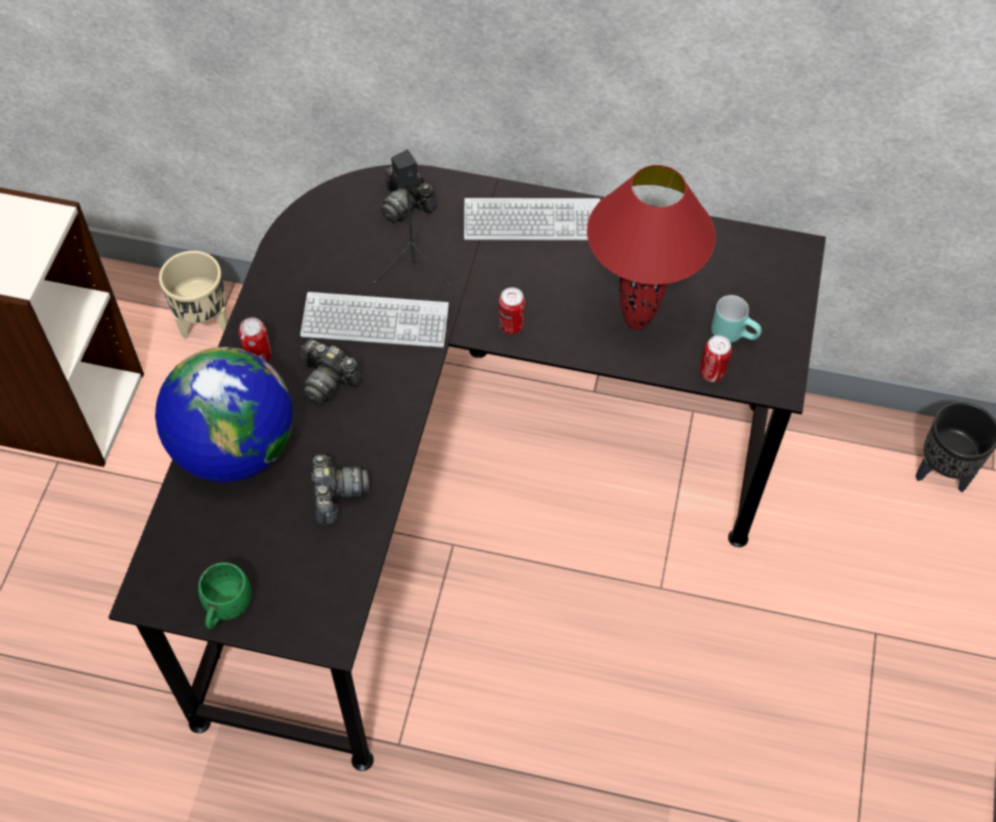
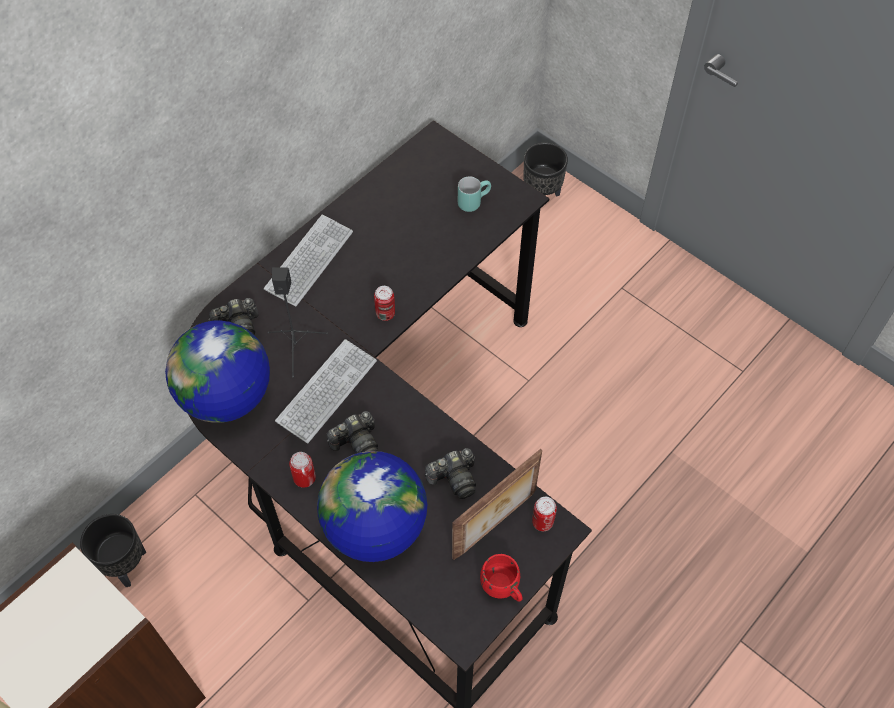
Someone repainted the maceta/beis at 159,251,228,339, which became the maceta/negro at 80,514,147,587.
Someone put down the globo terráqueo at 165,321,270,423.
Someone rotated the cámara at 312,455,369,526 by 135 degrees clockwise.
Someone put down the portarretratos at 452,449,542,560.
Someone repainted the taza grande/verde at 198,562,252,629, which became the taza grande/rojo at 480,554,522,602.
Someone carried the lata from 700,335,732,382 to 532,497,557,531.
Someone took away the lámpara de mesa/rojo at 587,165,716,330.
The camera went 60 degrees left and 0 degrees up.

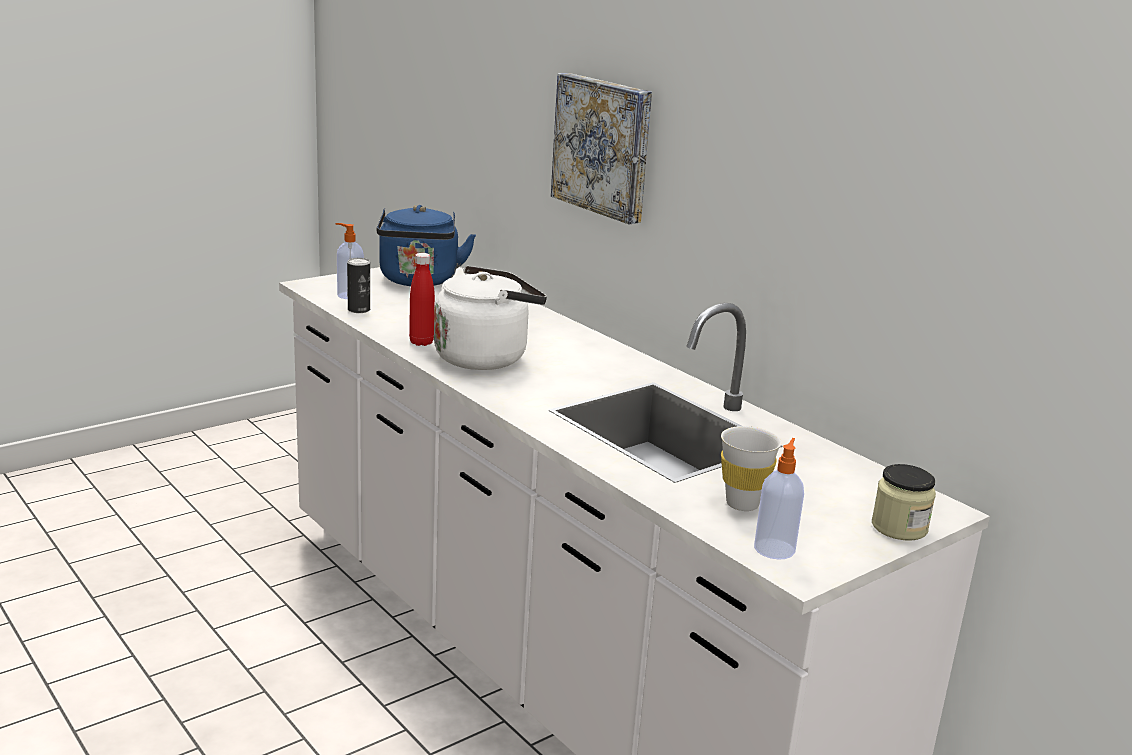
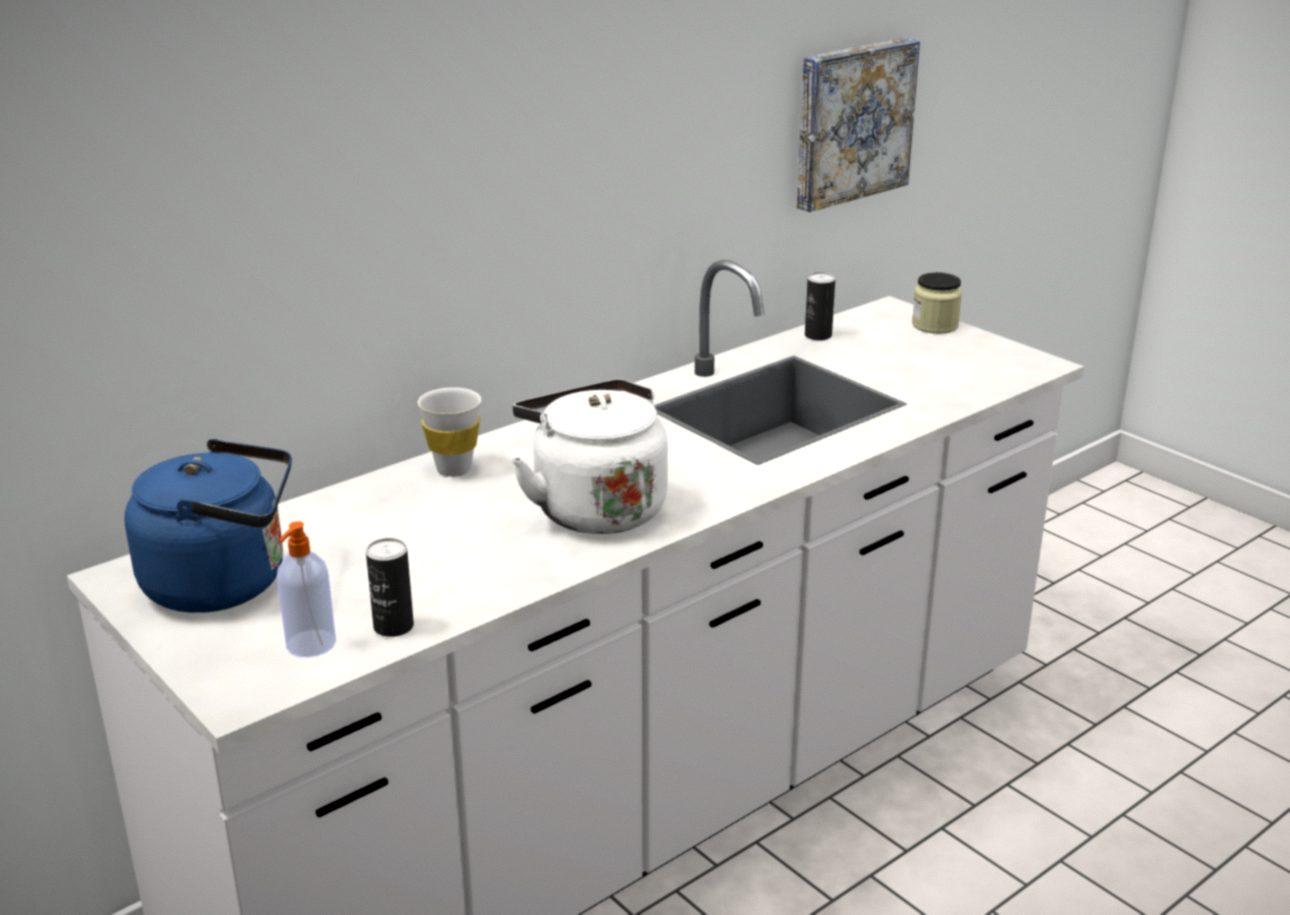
Someone carried the taza/blanco from 721,426,781,511 to 418,387,481,477.
Someone carried the cuadro from 551,73,652,224 to 797,38,920,212.
Someone put down the lata at 805,272,835,341.
Someone took away the botella/rojo at 409,253,435,346.
Someone took away the dispensador de jabón at 754,438,804,560.
The camera went 90 degrees left and 5 degrees up.

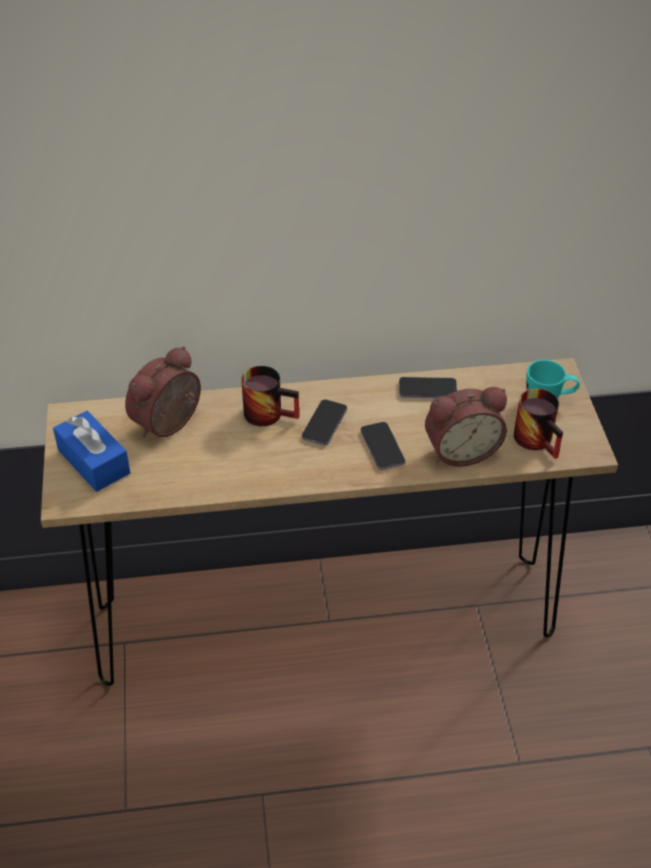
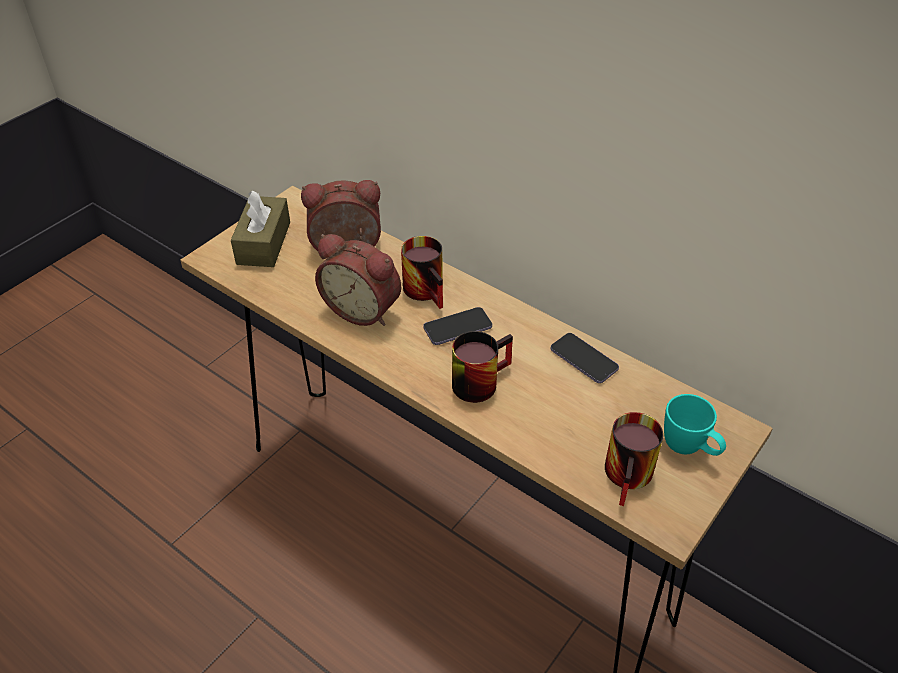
Someone repainted the caja de pañuelos/azul at 53,411,130,492, which became the caja de pañuelos/marrón at 231,191,290,267.
Someone carried the despertador from 425,387,507,467 to 315,234,401,326.
Someone swapped the móvil at 361,422,405,470 for the taza grande at 452,331,513,403.
The camera went 45 degrees right and 0 degrees up.

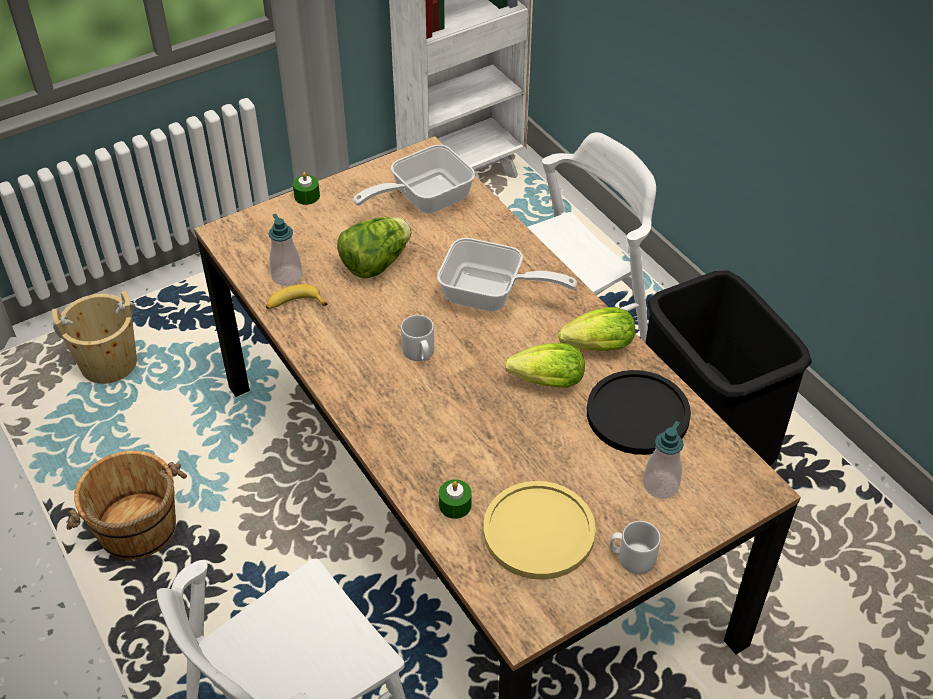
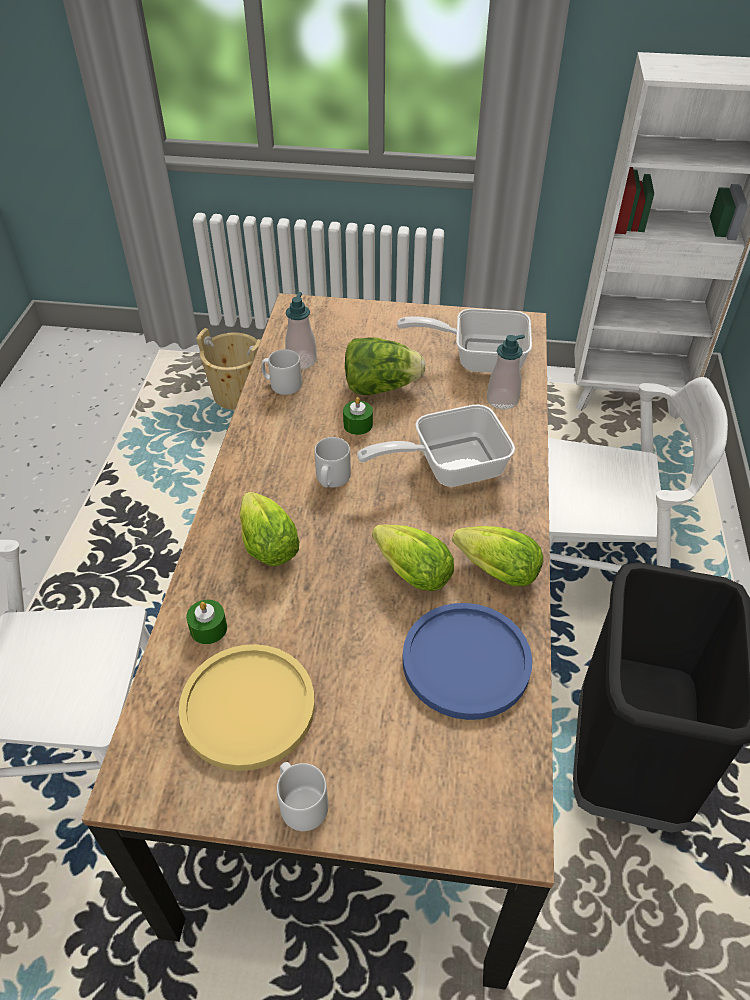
Someone put down the lechuga at 239,492,299,566.
Someone swapped the plátano at 266,284,328,309 for the taza grande/gris at 261,349,302,395.
Someone carried the vela/verde from 293,172,320,205 to 343,397,373,435.
Someone rotated the sartén at 437,238,577,311 by 105 degrees clockwise.
Someone repainted the plato/negro at 587,370,691,455, which became the plato/azul at 402,603,532,720.
Someone carried the dispensador de jabón from 643,421,684,499 to 487,335,525,410.
Someone took away the cubo/marrón at 66,451,187,560.
The camera went 40 degrees right and 0 degrees up.

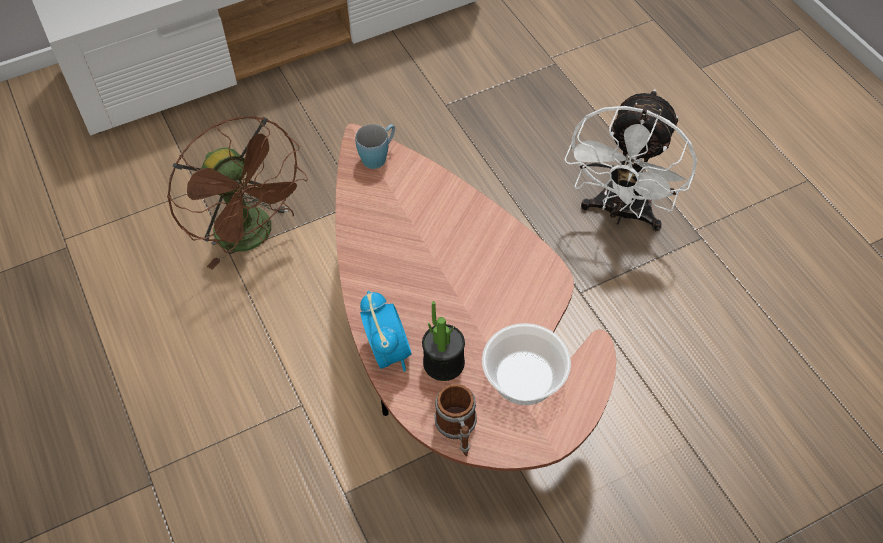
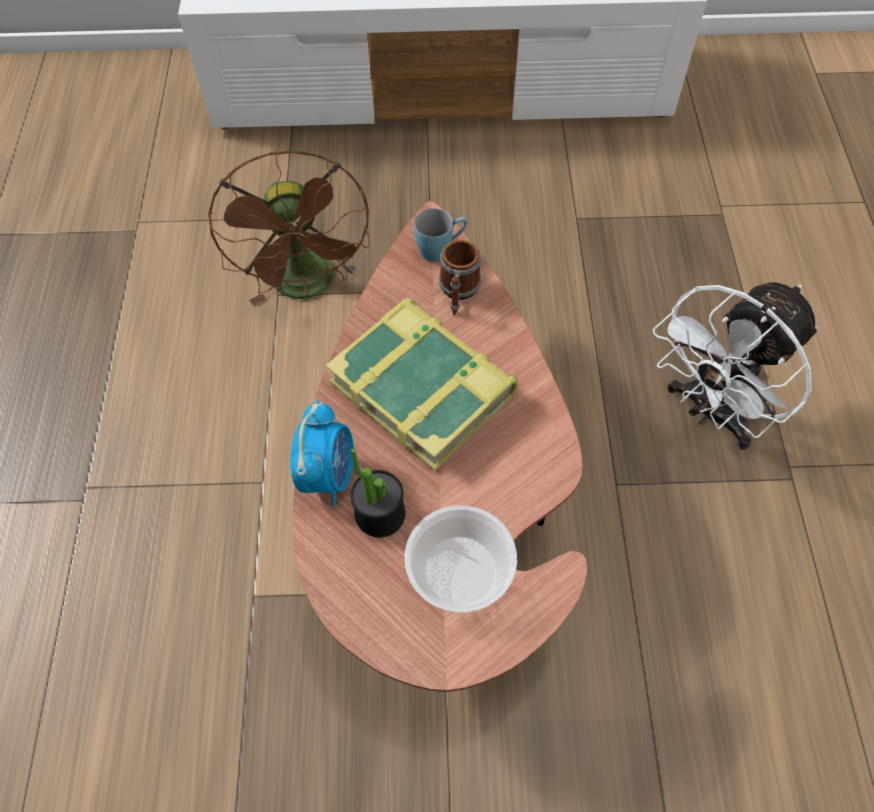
Someone put down the libro at 325,298,518,471.
Someone carried the taza grande from 434,384,477,456 to 439,240,481,315.
The camera went 25 degrees right and 5 degrees up.

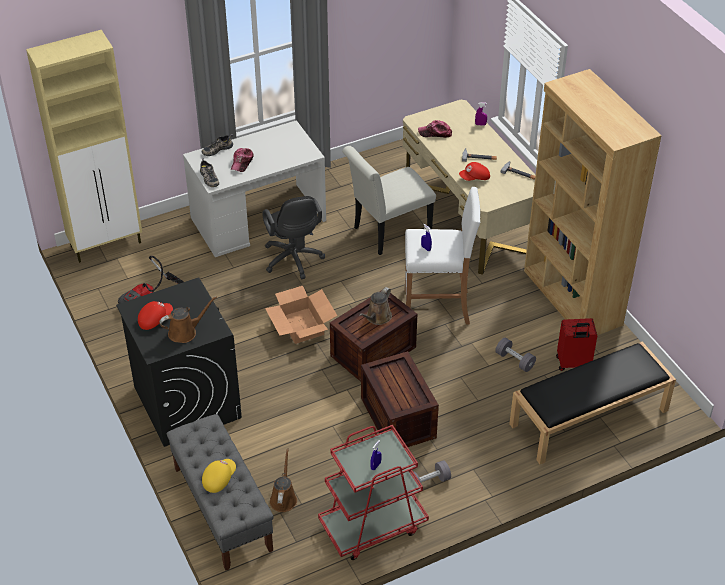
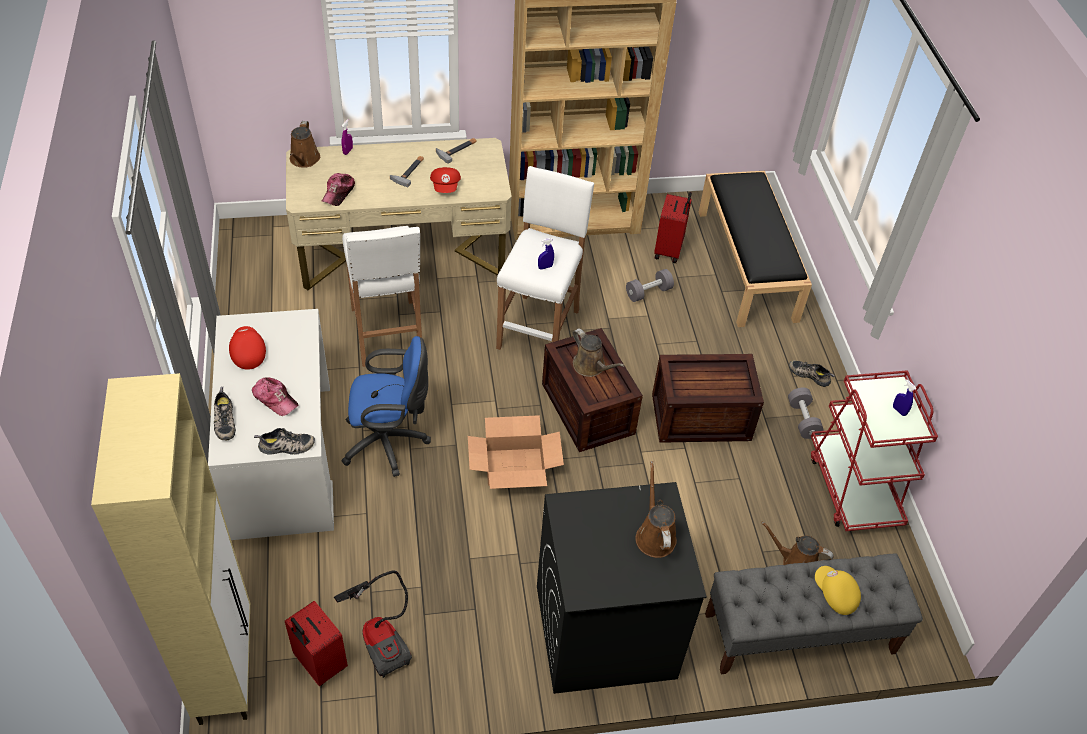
Someone carried the gorra/rojo from 138,301,173,330 to 229,326,266,370.
Someone put down the maleta/rojo at 285,601,348,686.
Someone put down the regadera/marrón at 290,121,320,168.
Someone swapped the silla/blanco at 342,146,436,255 for the taburete/blanco at 342,226,422,367.
Someone repainted the silla de oficina/negro at 262,196,325,279, which became the silla de oficina/azul at 342,336,431,477.
Someone put down the zapato at 789,360,835,387.
The camera went 75 degrees left and 5 degrees up.

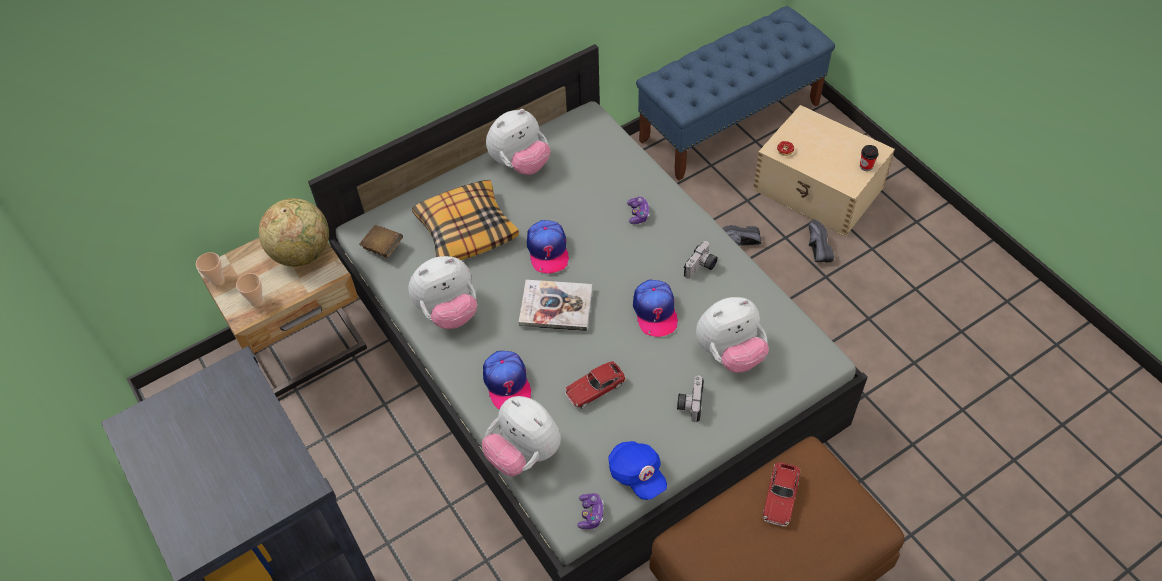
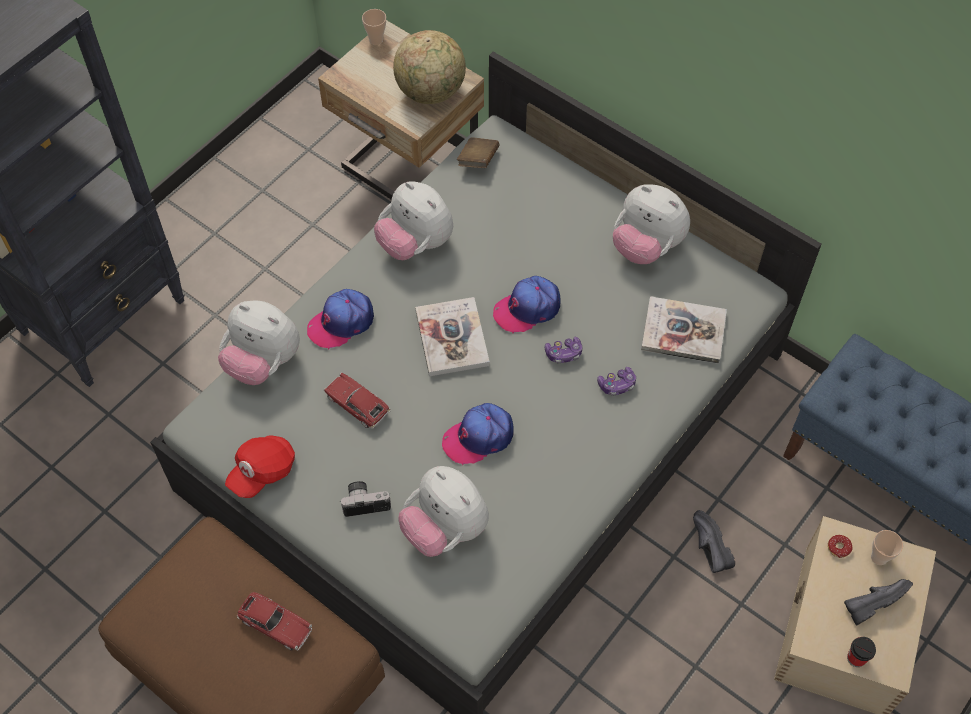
Someone rotated the peluche at 482,396,561,477 by 90 degrees counterclockwise.
Someone repainted the gorra/azul at 609,441,667,500, which became the gorra/rojo at 225,435,295,498.
Someone rotated the coche de juguete at 763,462,800,527 by 150 degrees counterclockwise.
Someone carried the mando de consola from 577,493,604,529 to 545,337,582,364.
Someone put down the libro at 641,296,727,364.
Someone carried the zapato/negro from 809,219,834,263 to 844,579,913,625.
Someone carried the taza from 236,273,264,307 to 871,530,903,565.
Someone took away the cojín at 412,180,519,260.
Someone took away the cámara at 684,241,718,279.
The camera went 70 degrees right and 5 degrees up.

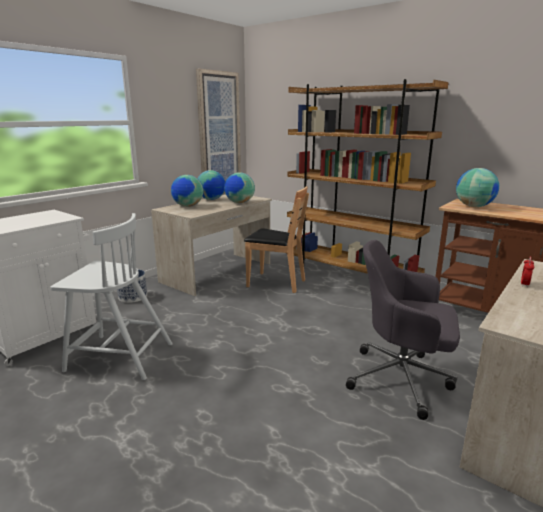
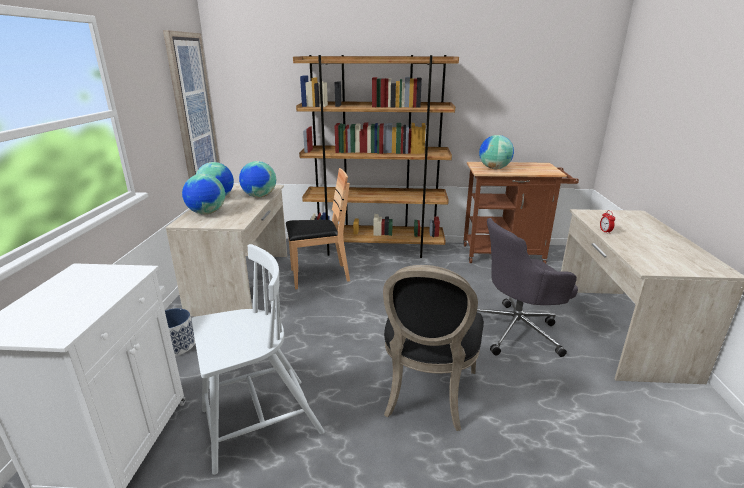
Someone put down the silla/negro at 383,265,484,431.
The camera went 35 degrees left and 5 degrees up.

